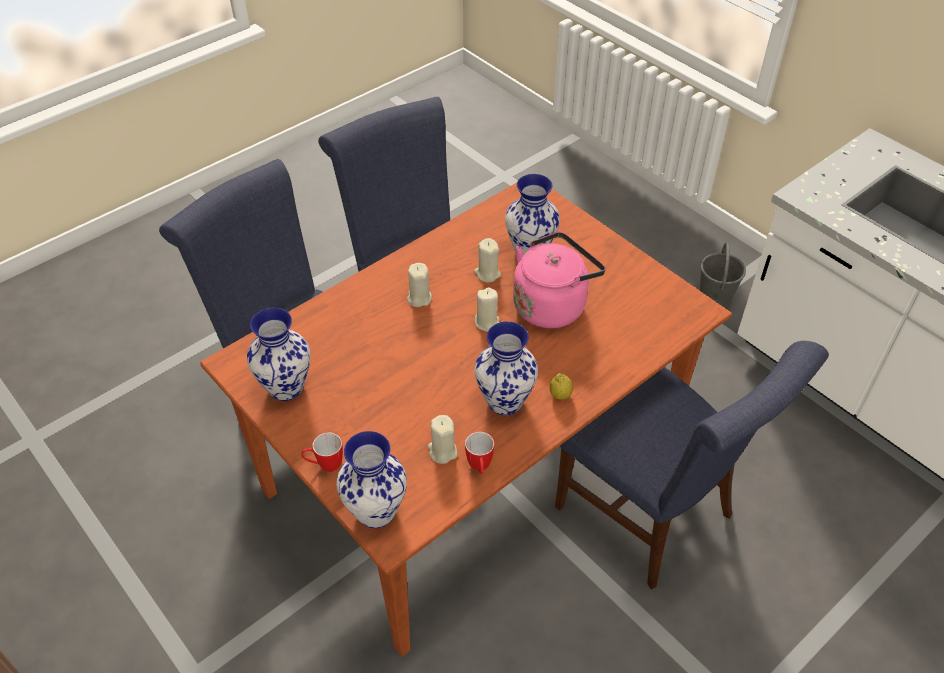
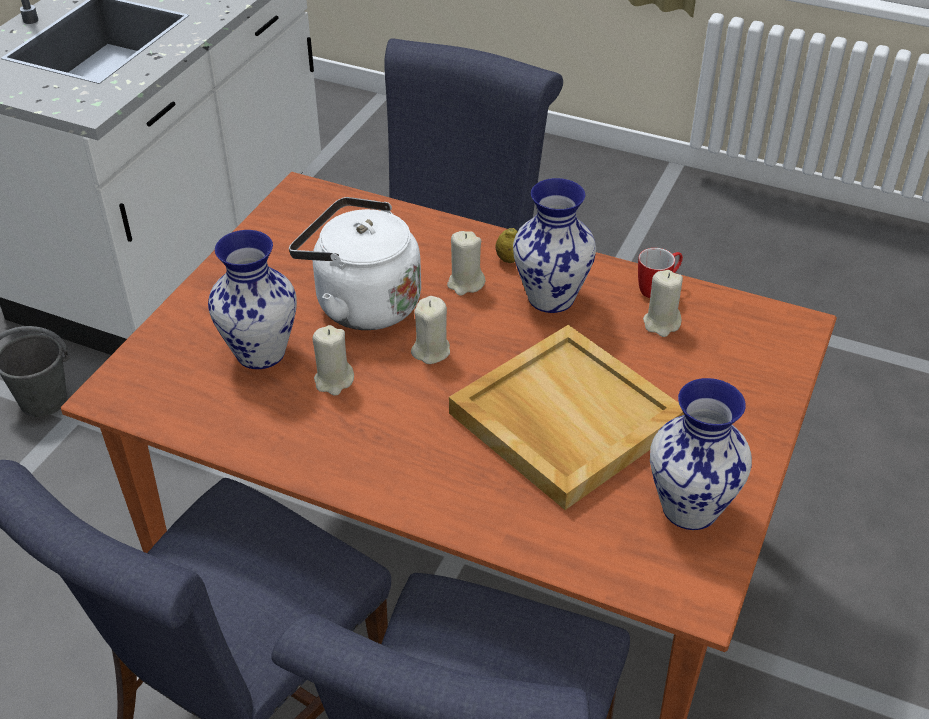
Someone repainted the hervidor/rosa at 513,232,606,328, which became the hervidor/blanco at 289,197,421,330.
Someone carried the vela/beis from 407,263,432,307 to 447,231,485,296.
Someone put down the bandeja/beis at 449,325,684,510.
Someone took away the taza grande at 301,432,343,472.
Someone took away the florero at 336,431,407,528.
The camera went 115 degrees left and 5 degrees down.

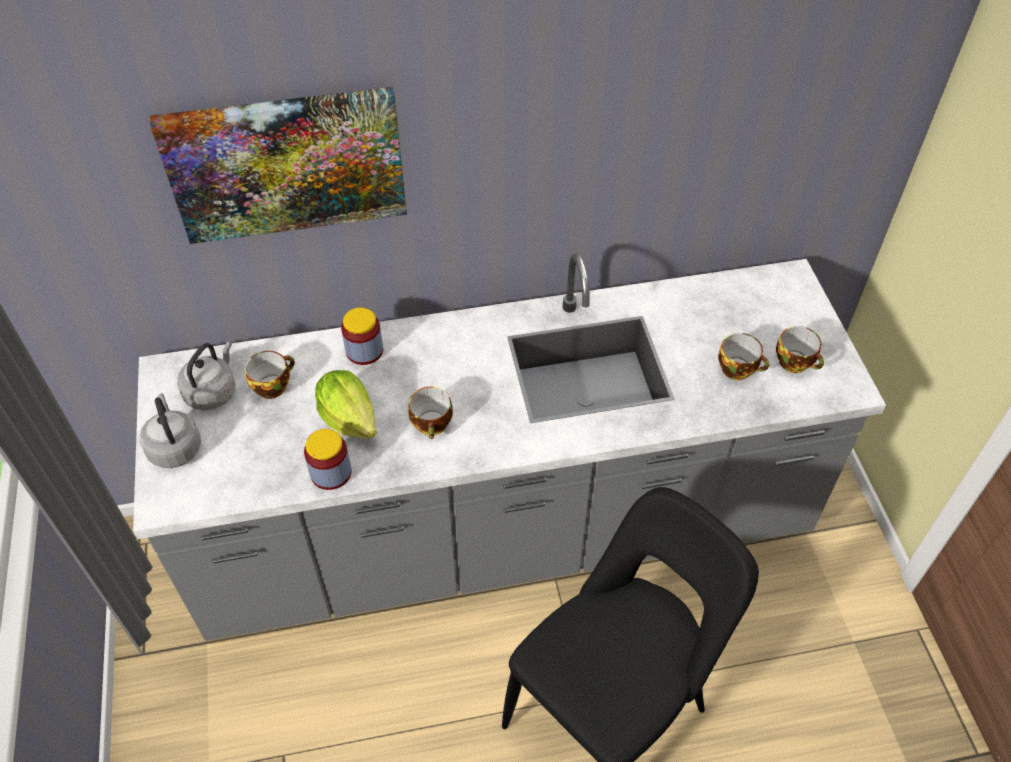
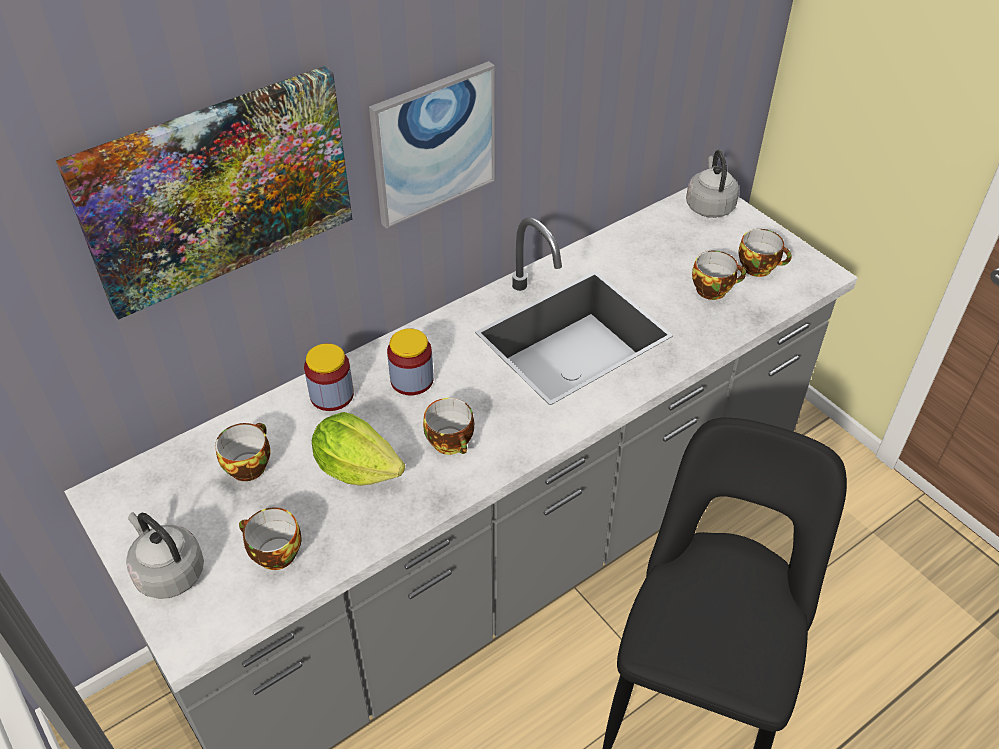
Someone put down the taza at 239,508,301,570.
Someone put up the cuadro at 369,61,495,229.
Someone carried the tarro from 304,429,352,490 to 387,328,434,395.
Someone carried the hervidor/gris from 177,342,236,410 to 686,150,739,218.
The camera went 25 degrees left and 5 degrees down.

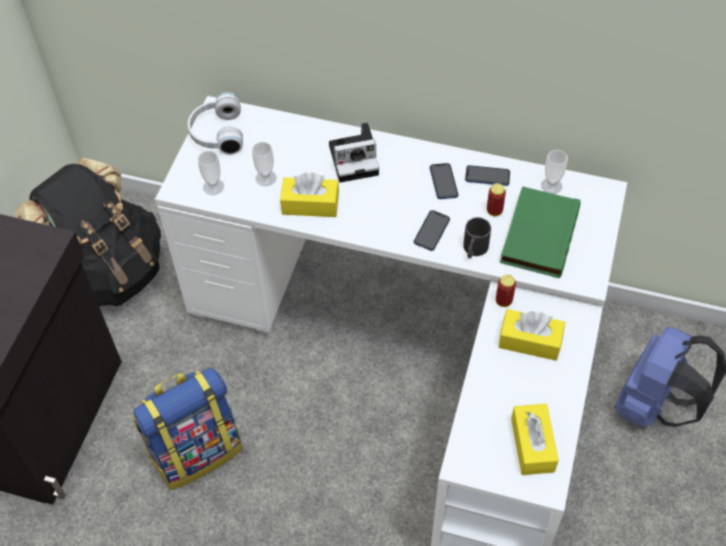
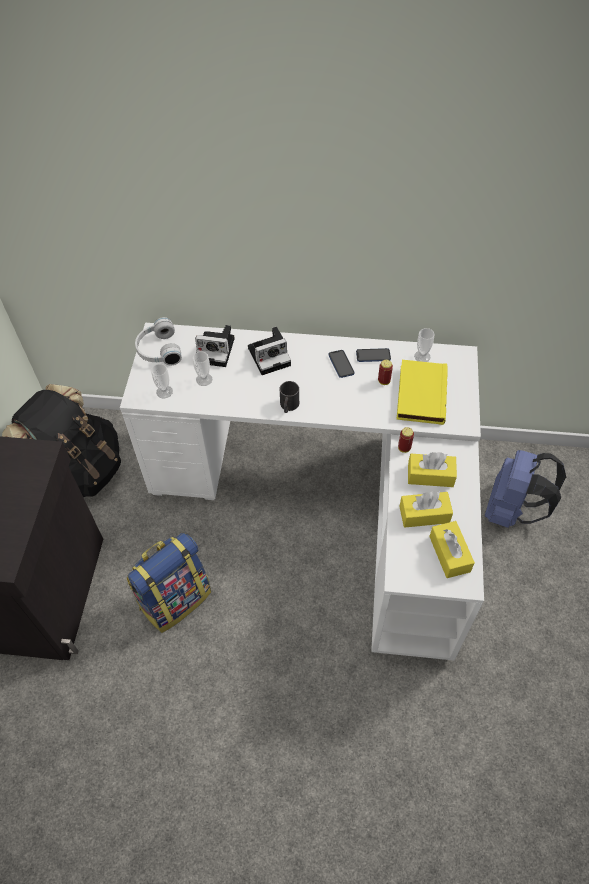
Someone put down the cámara at 195,325,235,367.
Someone carried the taza grande/negro from 463,217,491,258 to 279,381,299,413.
Someone repainted the libro/verde at 500,186,581,278, which became the libro/amarillo at 397,360,448,425.
Someone carried the caja de pañuelos/amarillo from 280,173,339,217 to 399,491,453,528.
Someone took away the móvil at 414,210,450,251.
The camera went 10 degrees left and 0 degrees up.

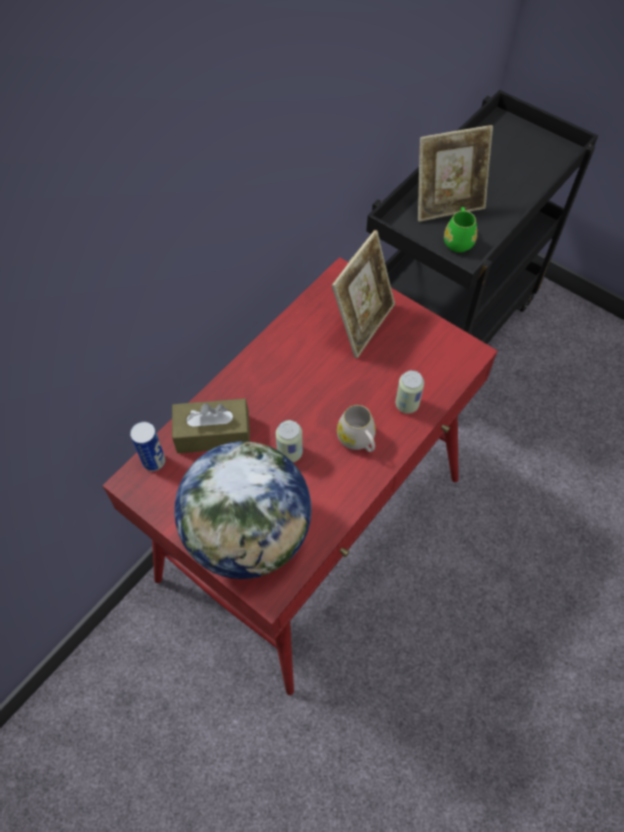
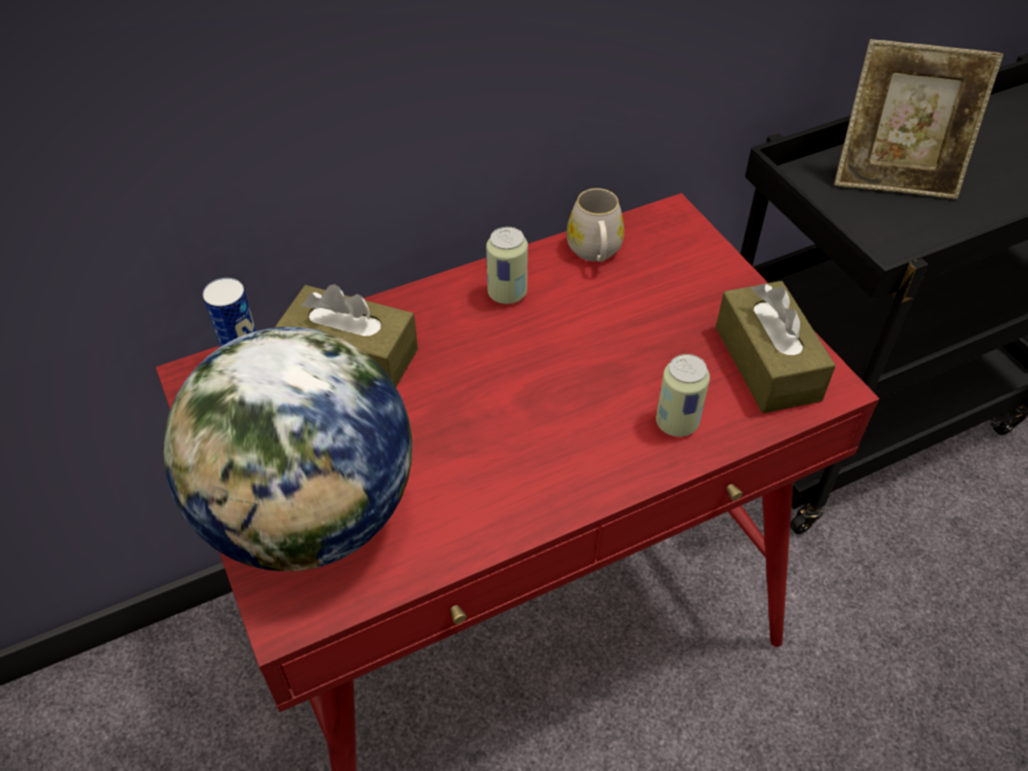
Someone carried the lata from 276,420,303,462 to 486,227,528,304.
Someone carried the taza grande/blanco from 337,405,376,452 to 567,188,624,262.
Someone put down the caja de pañuelos/marrón at 716,281,836,413.
Someone took away the portarretratos at 332,230,395,358.
Someone took away the taza grande/verde at 444,207,477,252.
The camera went 25 degrees right and 10 degrees down.

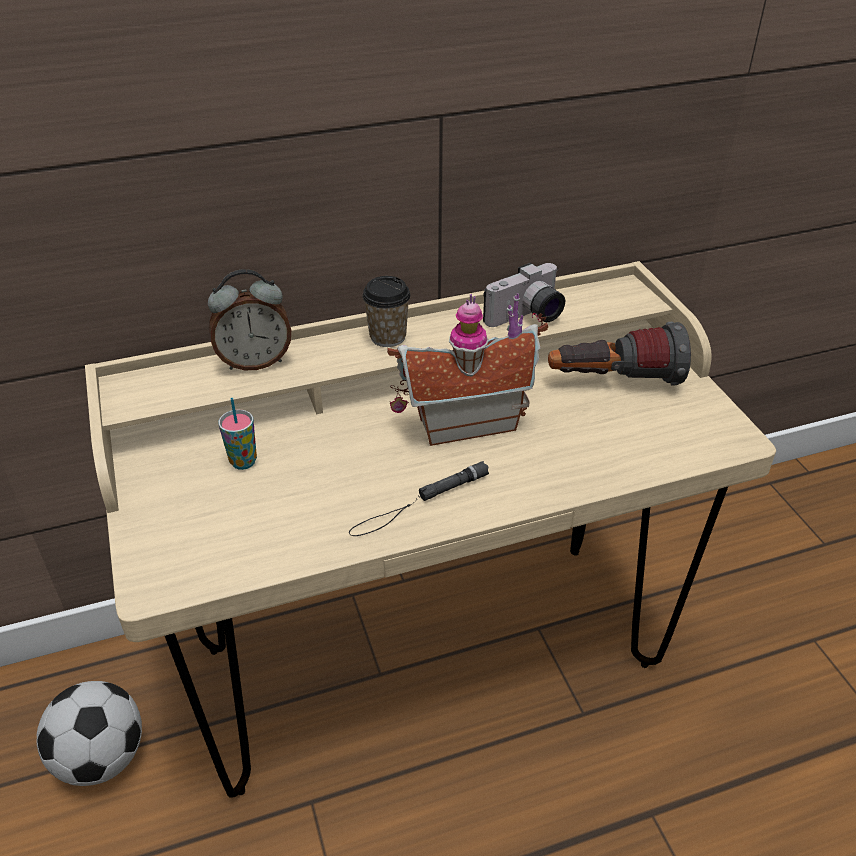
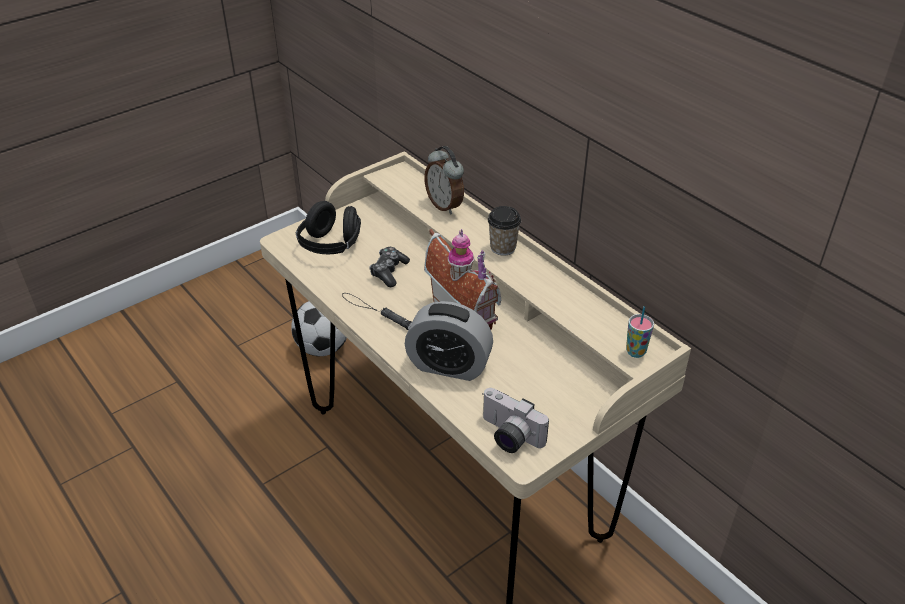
Someone put down the auriculares/negro at 296,201,361,254.
Someone put down the mando de consola at 369,247,410,287.
Someone put down the despertador at 405,301,493,381.
Someone carried the cámara from 483,263,565,327 to 482,388,549,453.
Someone carried the taza from 218,398,257,470 to 626,306,654,358.
Someone took away the linterna at 548,322,691,386.
The camera went 70 degrees right and 0 degrees up.

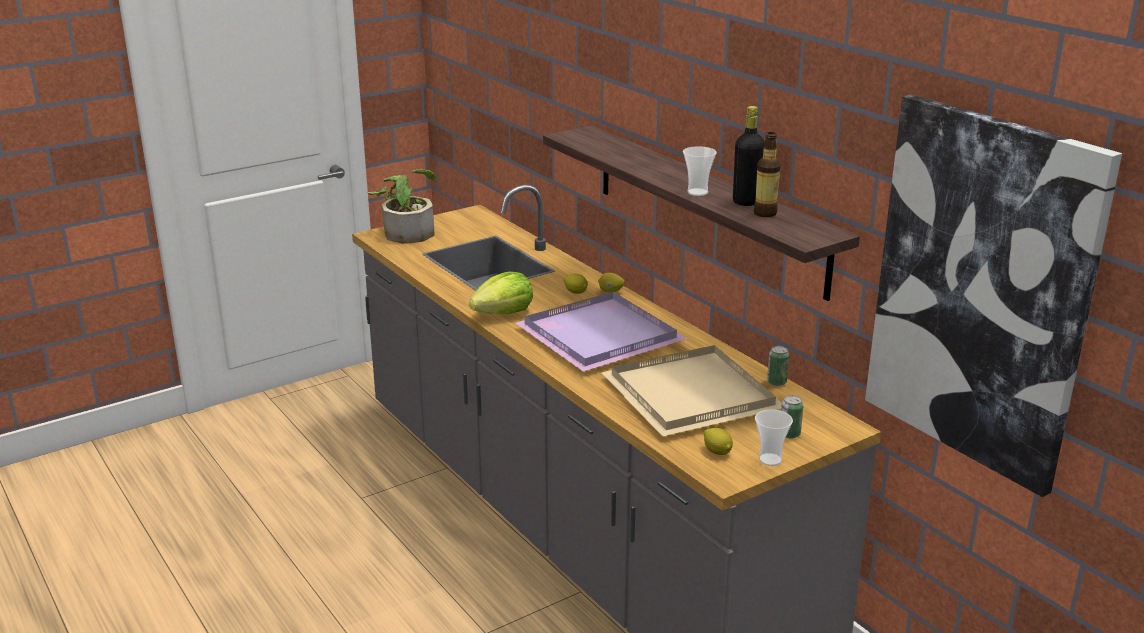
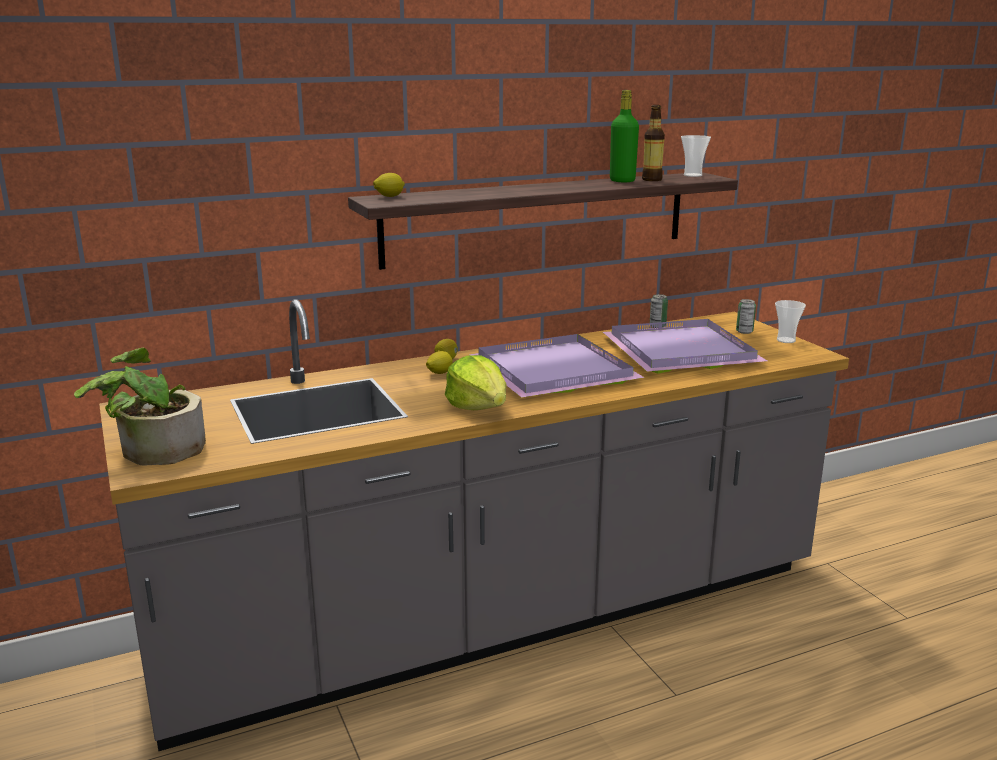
Someone carried the limón from 704,428,733,455 to 373,173,405,197.
Someone repainted the bandeja/beis at 601,345,782,437, which became the bandeja/morado at 603,319,767,374.
Someone repainted the botella/negro at 733,106,765,206, which became the botella/verde at 610,90,639,182.
Someone carried the taza from 683,146,717,196 to 681,135,711,177.
Someone took away the cuadro at 865,94,1122,497.
The camera went 80 degrees left and 5 degrees down.

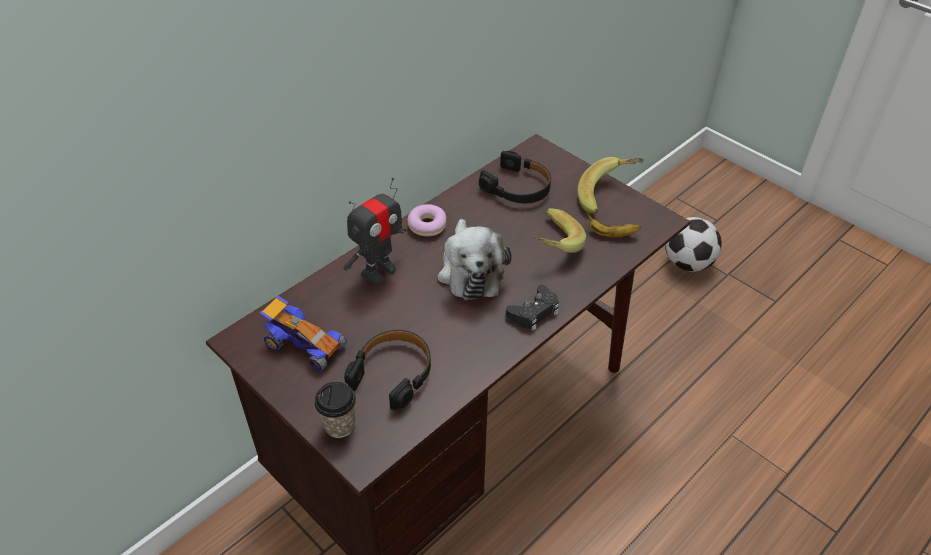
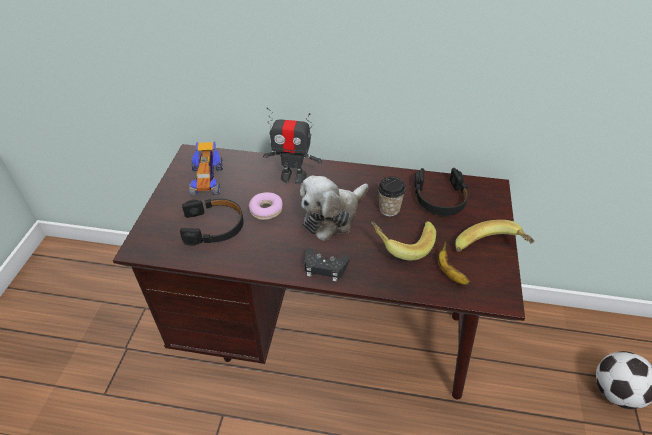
Someone carried the rosquilla from 407,204,446,237 to 249,192,283,220.
Someone carried the taza from 314,382,356,438 to 378,176,406,216.
The camera went 55 degrees right and 0 degrees up.

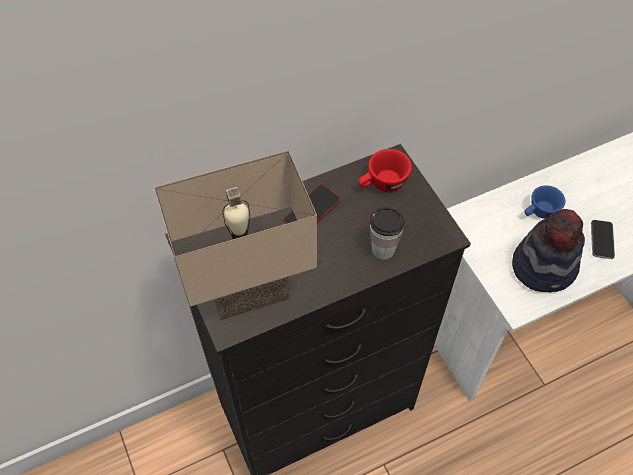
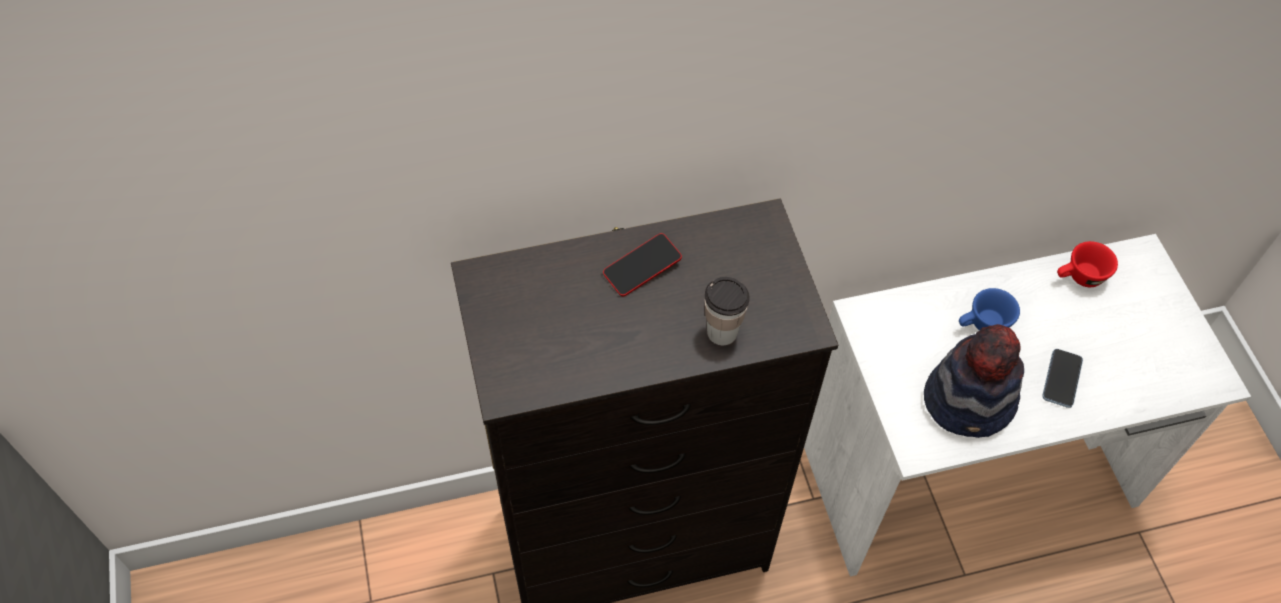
Someone carried the taza/rojo from 358,149,412,192 to 1057,241,1118,287.
Someone took away the lámpara de mesa/beis at 154,150,317,320.
The camera went 10 degrees right and 0 degrees up.

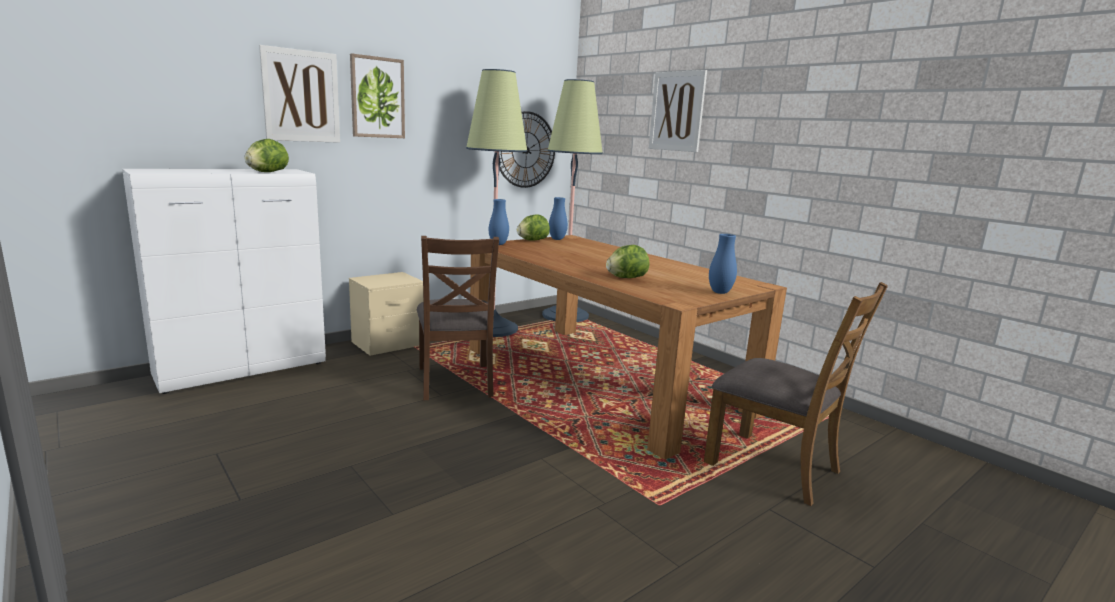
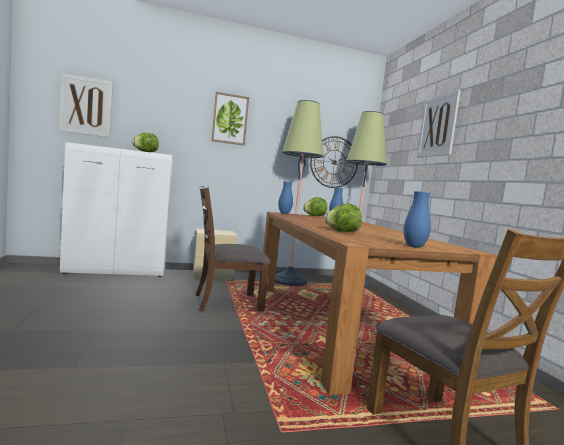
Someone carried the cuadro from 259,45,340,143 to 59,73,113,138.
Someone rotated the silla/marrón at 417,236,499,400 by 60 degrees clockwise.
The camera went 25 degrees right and 10 degrees down.

